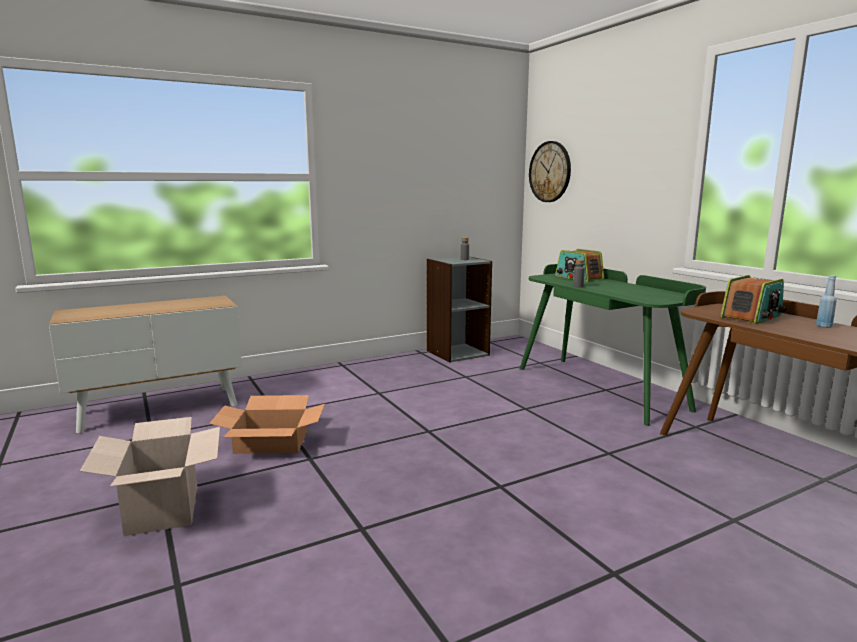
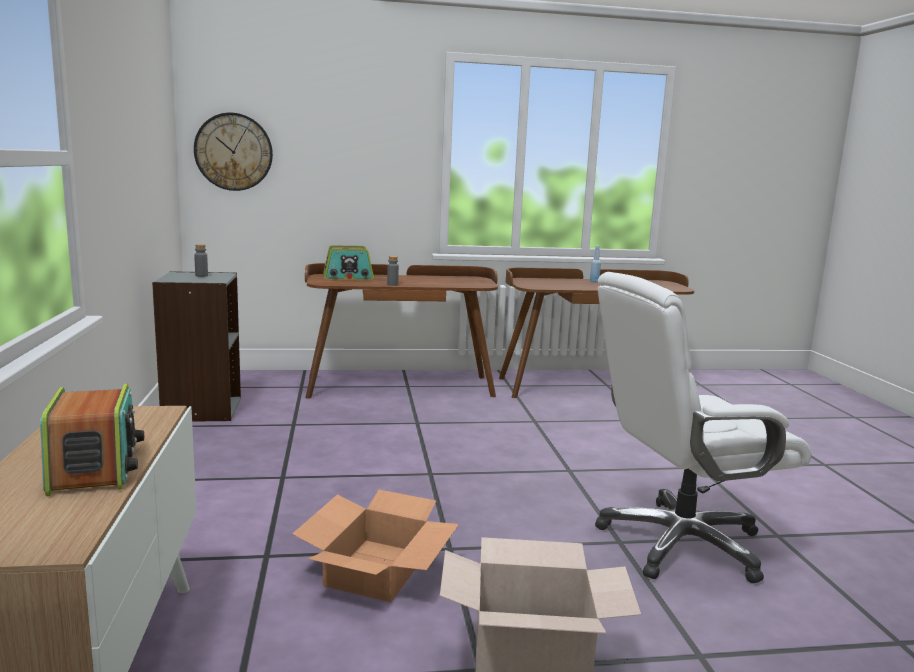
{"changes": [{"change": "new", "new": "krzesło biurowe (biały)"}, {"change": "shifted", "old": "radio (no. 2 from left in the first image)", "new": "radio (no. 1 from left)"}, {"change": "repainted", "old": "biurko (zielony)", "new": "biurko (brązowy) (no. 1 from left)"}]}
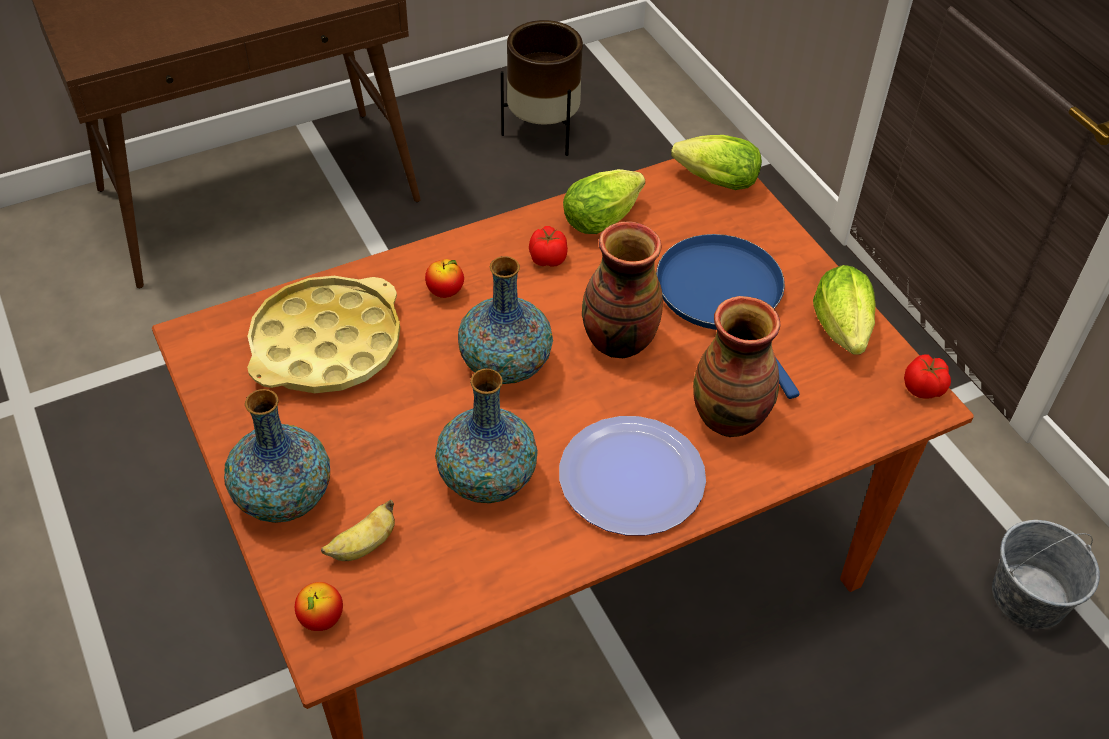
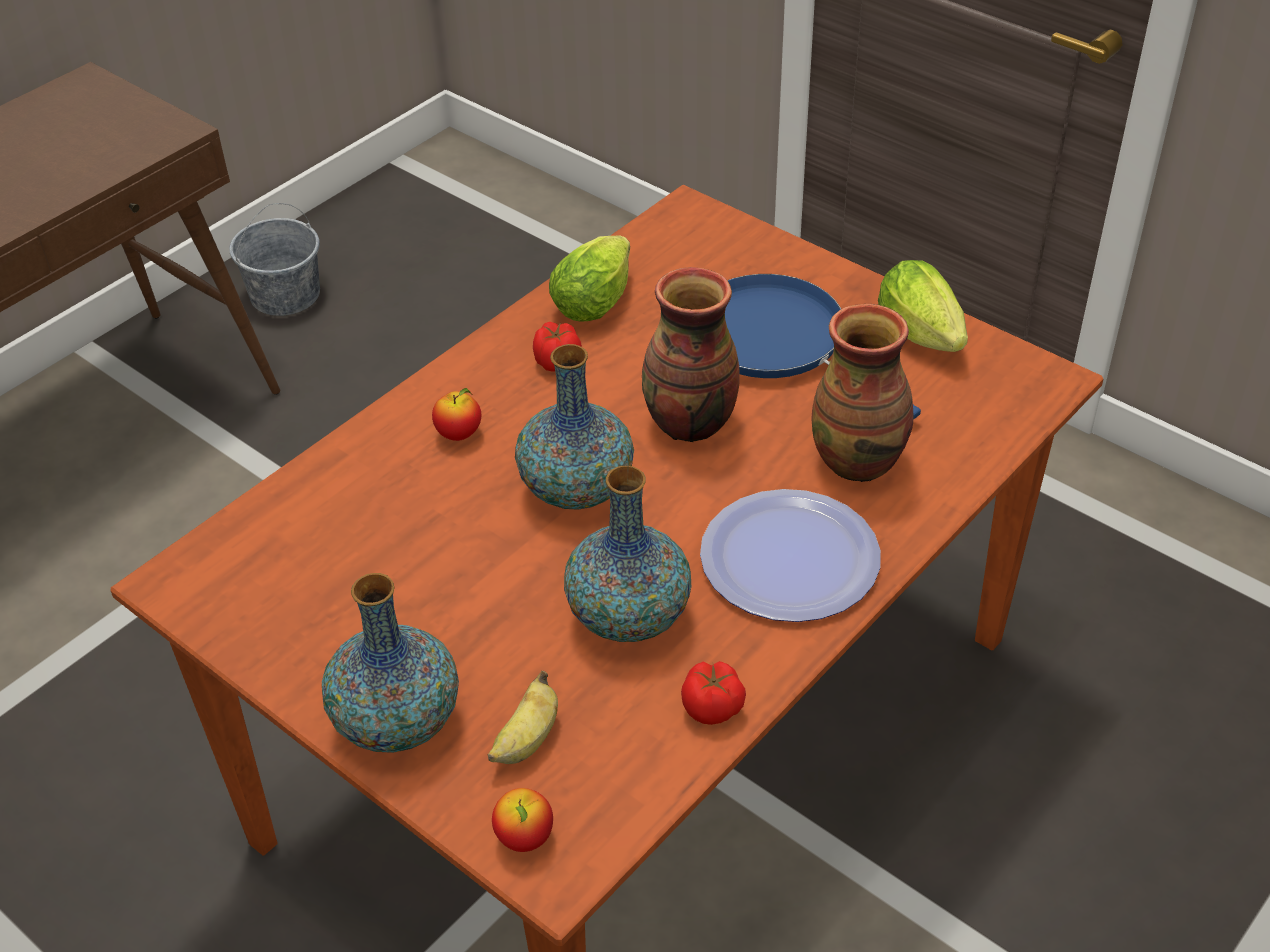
{"changes": [{"change": "gone", "old": "taca (żółty)"}, {"change": "gone", "old": "donica (brązowy)"}, {"change": "gone", "old": "sałata (no. 2 from left)"}, {"change": "shifted", "old": "pomidor (no. 2 from left)"}, {"change": "shifted", "old": "wiadro (szary)"}]}
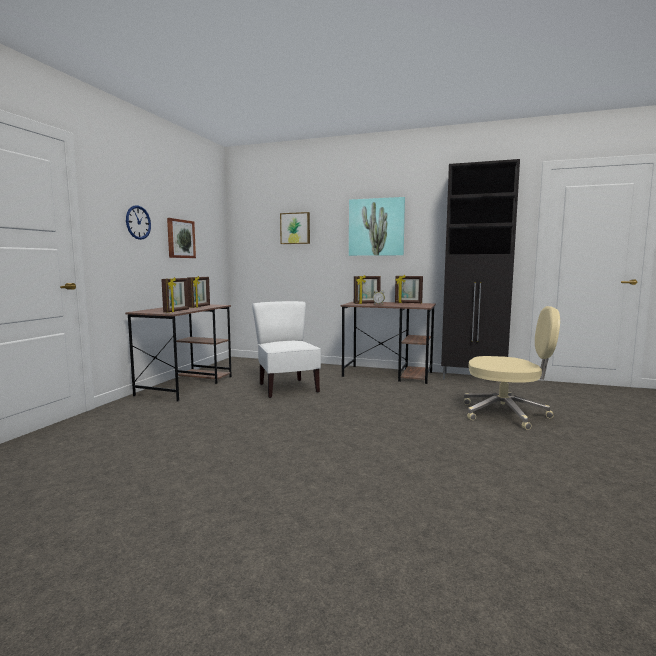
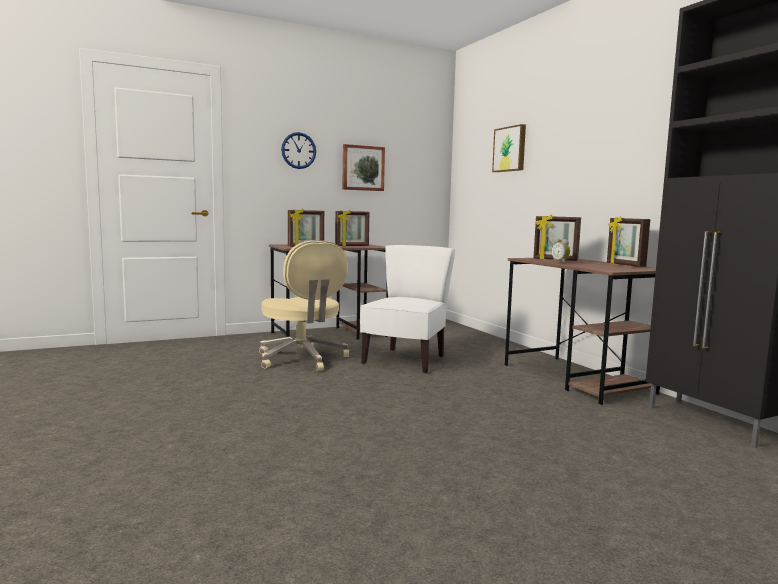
{"changes": [{"change": "gone", "old": "obraz (no. 3 from left)"}, {"change": "shifted", "old": "krzesło biurowe (beżowy)"}]}
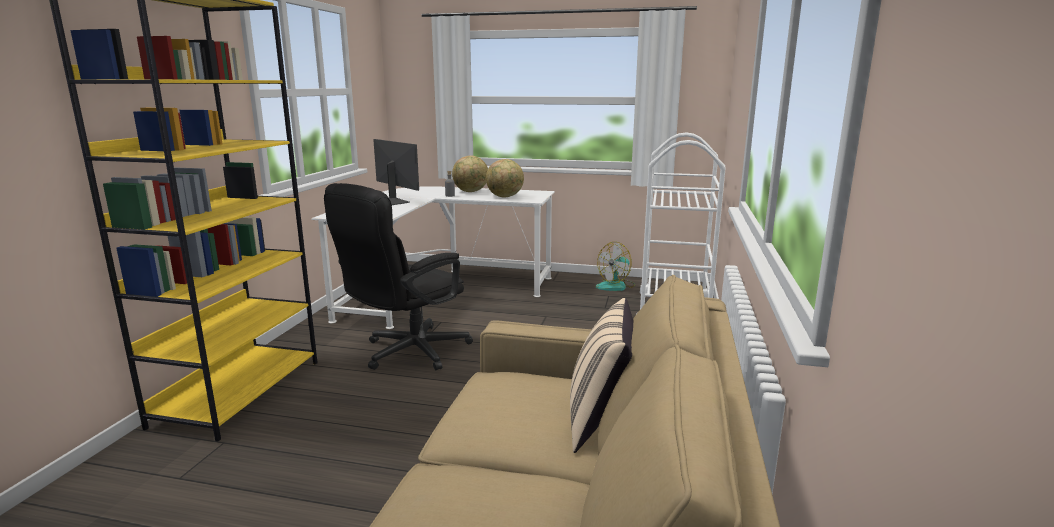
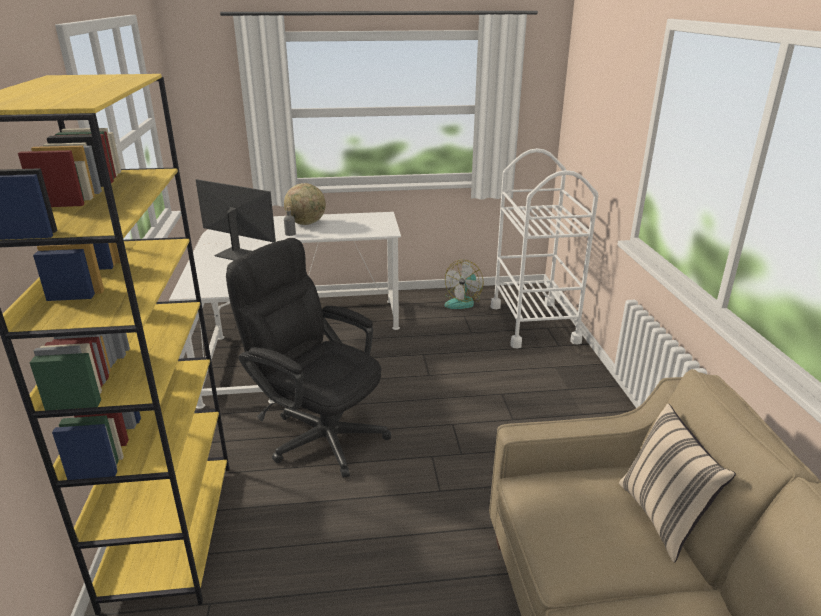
{"changes": [{"change": "gone", "old": "globus (no. 2 from left)"}, {"change": "rotated", "old": "krzesło biurowe (czarny)", "degrees": 105}]}
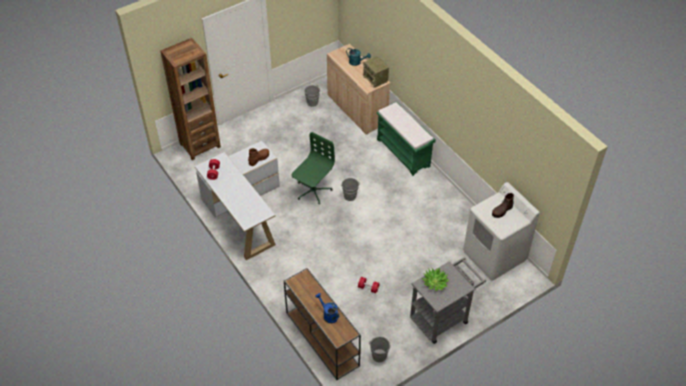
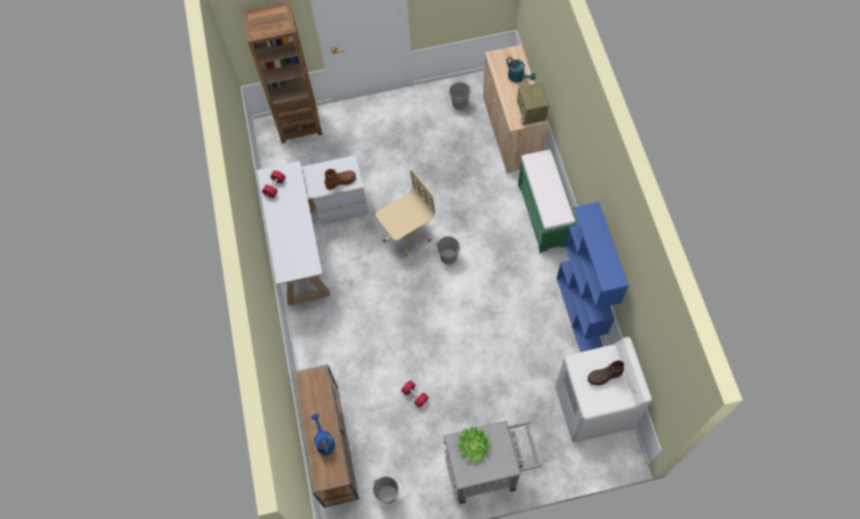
{"changes": [{"change": "new", "new": "regał (niebieski)"}, {"change": "repainted", "old": "krzesło biurowe (zielony)", "new": "krzesło biurowe (beżowy)"}]}
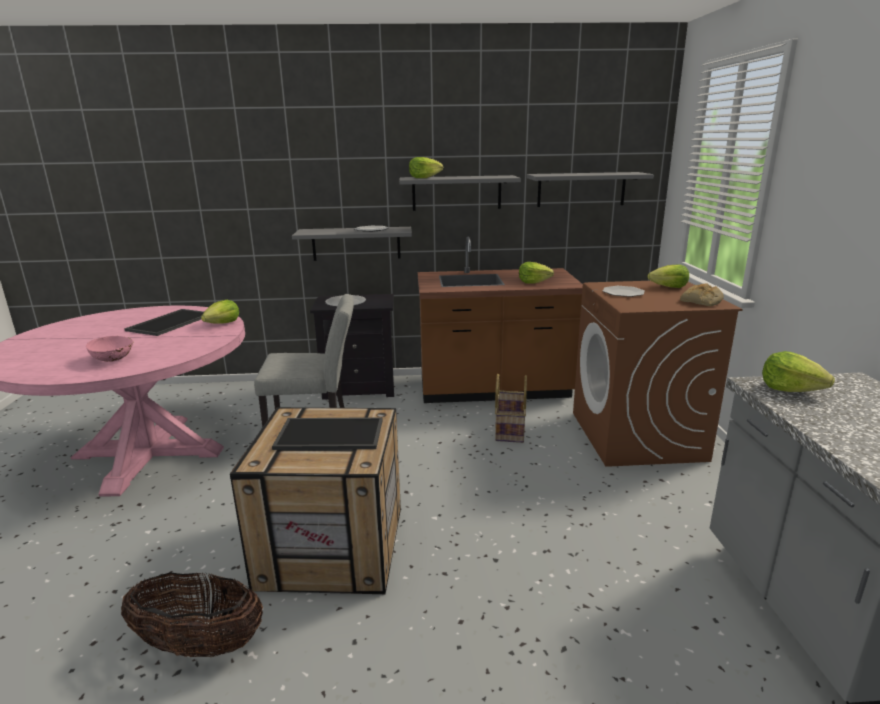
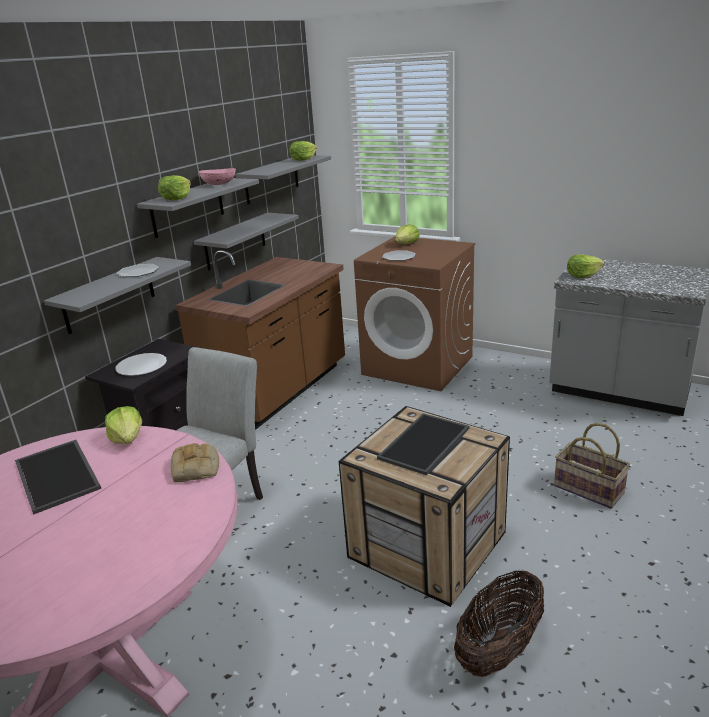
{"changes": [{"change": "new", "new": "półka (szary) (no. 3 from left)"}, {"change": "shifted", "old": "miska (różowy)"}, {"change": "shifted", "old": "koszyk (no. 2 from left)"}, {"change": "shifted", "old": "sałata (no. 3 from left)"}, {"change": "shifted", "old": "chleb"}]}
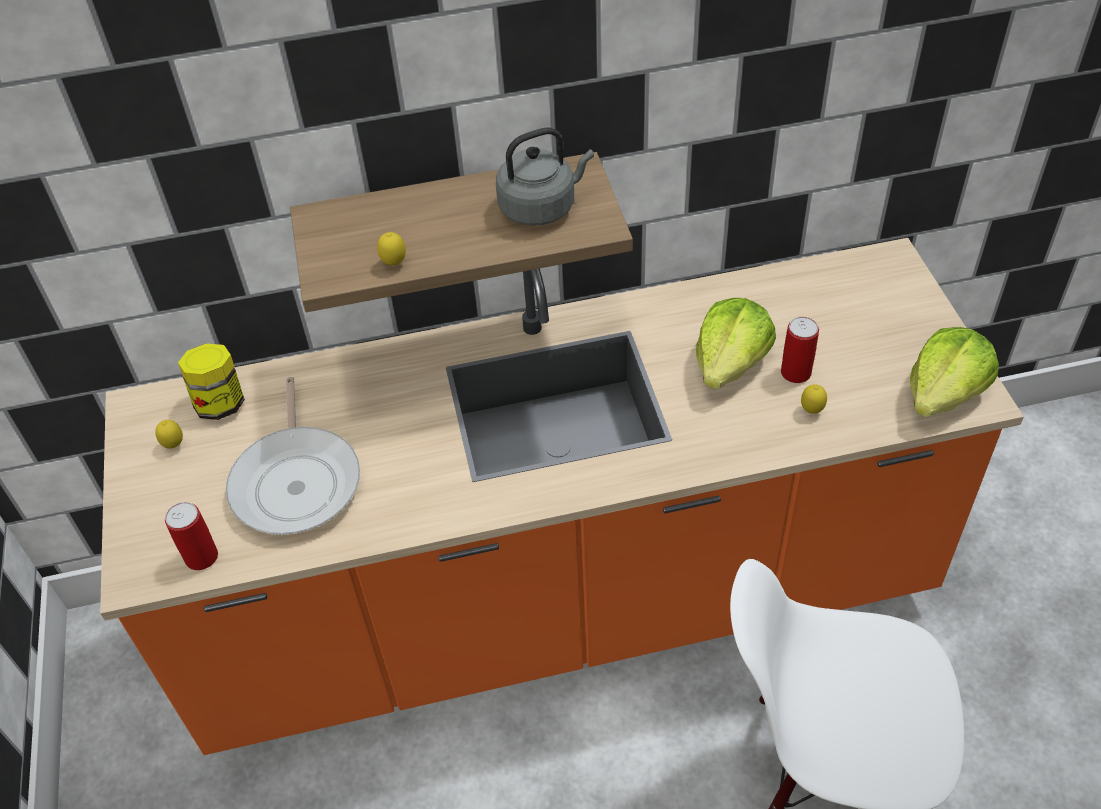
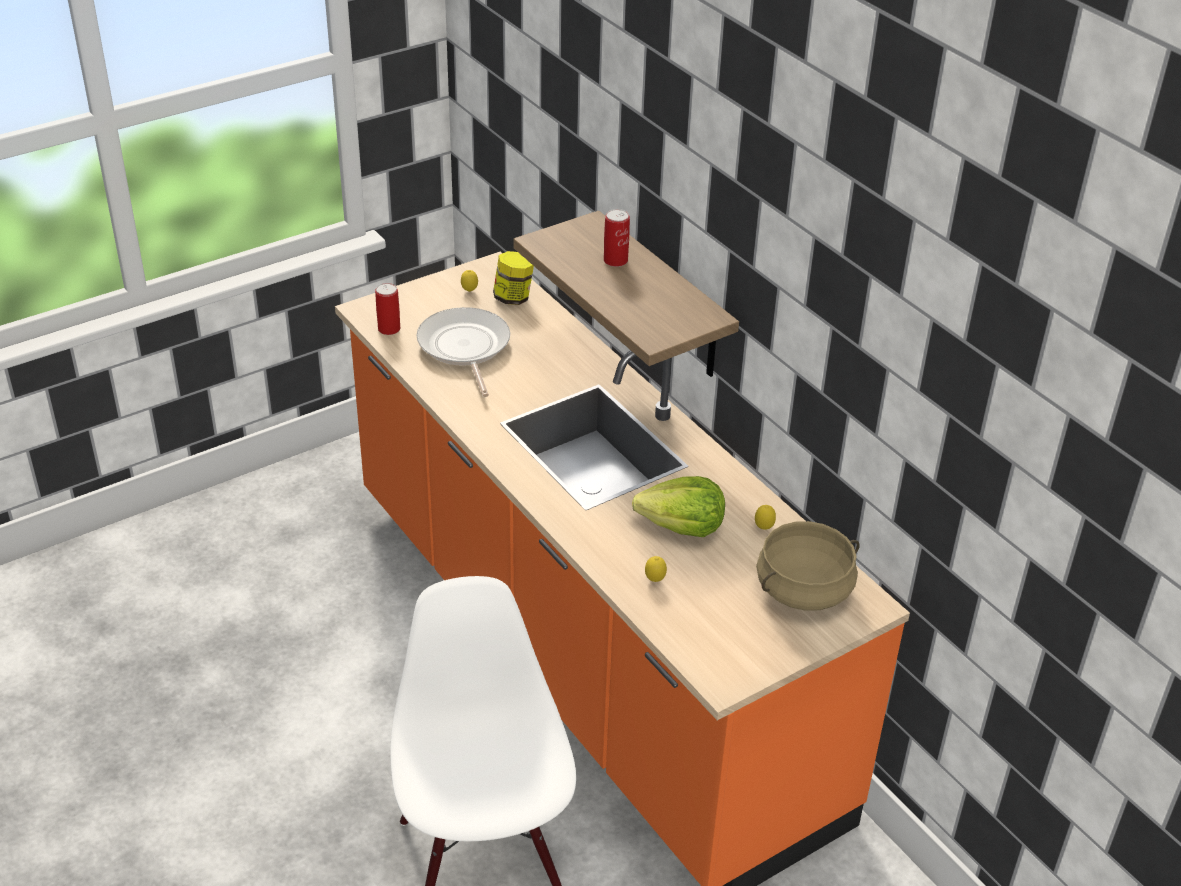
{"changes": [{"change": "gone", "old": "czajnik (szary)"}, {"change": "gone", "old": "sałata (no. 2 from left)"}, {"change": "new", "new": "garnek (beżowy)"}, {"change": "shifted", "old": "cytryna (no. 2 from left in the first image)", "new": "cytryna (no. 3 from left)"}, {"change": "shifted", "old": "puszka (no. 2 from left)"}, {"change": "rotated", "old": "patelnia", "degrees": 105}]}
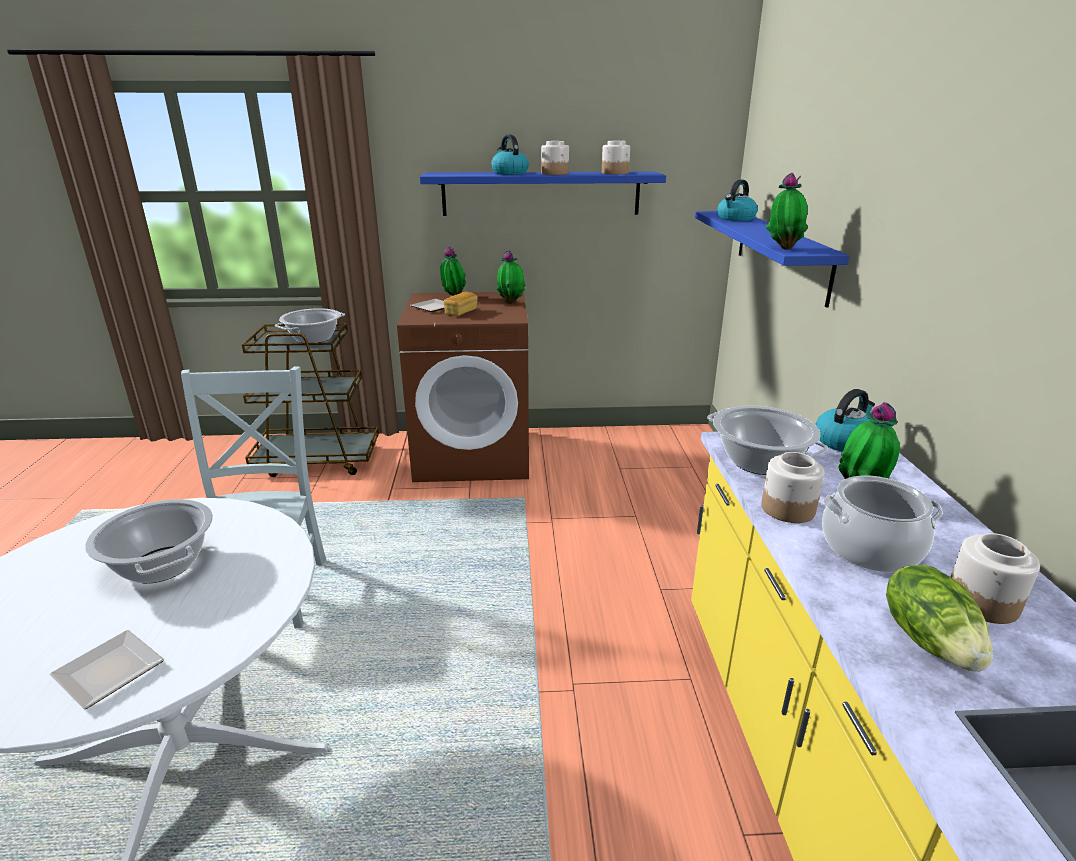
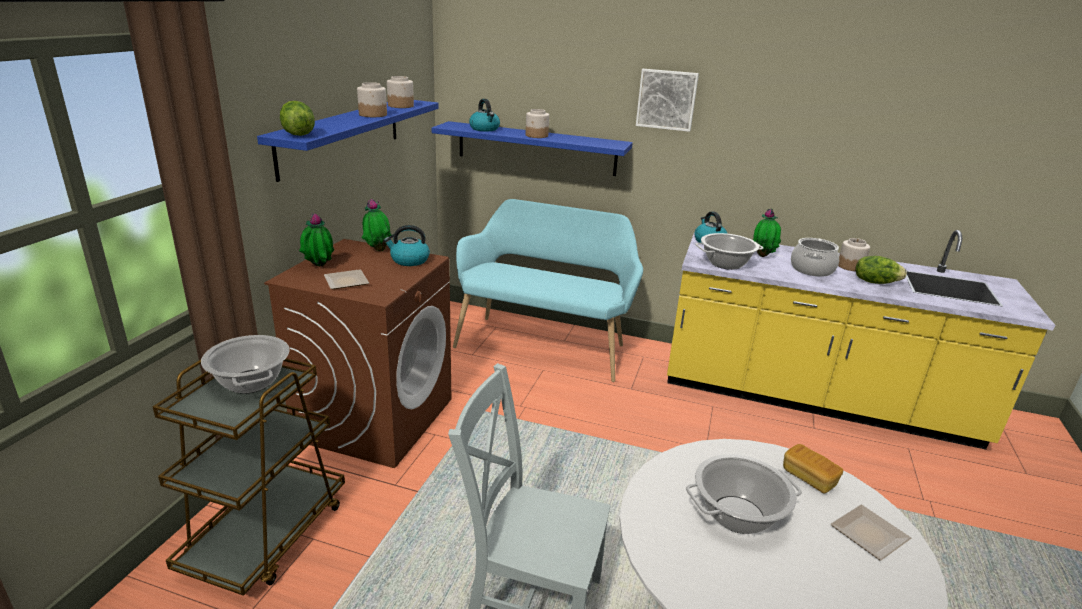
{"changes": [{"change": "gone", "old": "roślina doniczkowa (no. 3 from left)"}, {"change": "new", "new": "sałata (no. 1 from left)"}, {"change": "new", "new": "ławka (turkusowy)"}, {"change": "new", "new": "obraz"}, {"change": "shifted", "old": "chleb"}, {"change": "shifted", "old": "czajnik (no. 1 from left)"}, {"change": "shifted", "old": "słoik (no. 3 from left)"}]}
